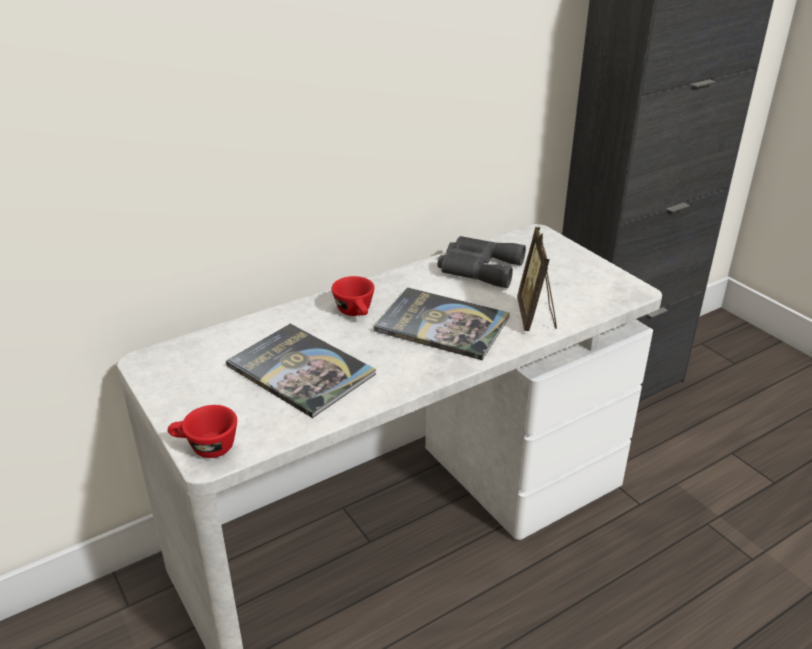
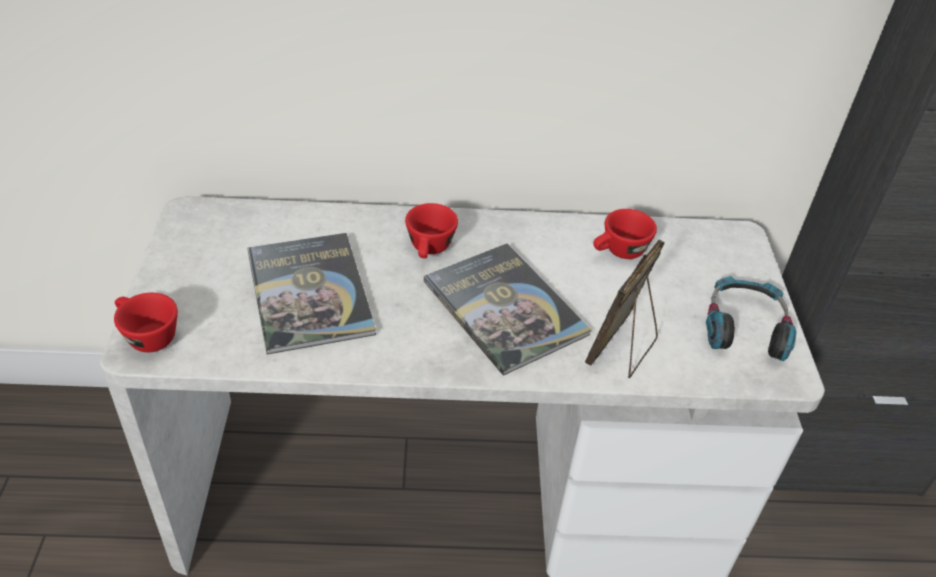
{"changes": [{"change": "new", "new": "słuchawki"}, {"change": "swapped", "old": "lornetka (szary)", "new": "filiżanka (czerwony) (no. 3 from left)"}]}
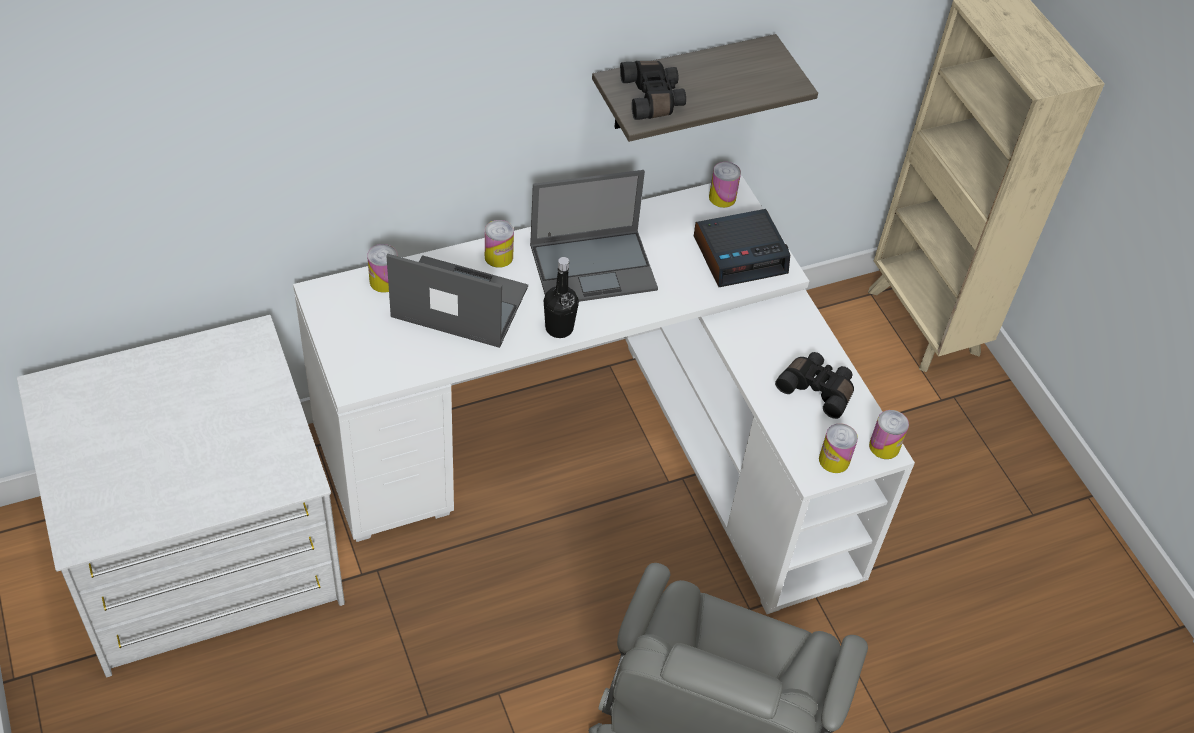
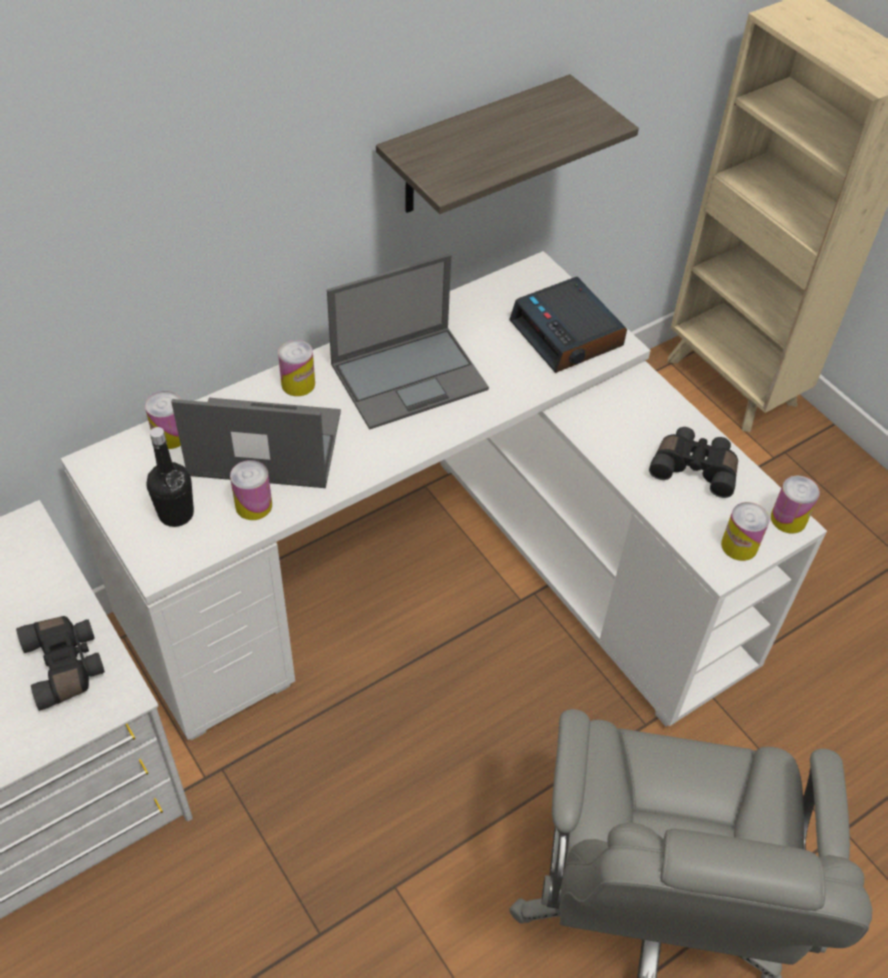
{"changes": [{"change": "shifted", "old": "butelka (czarny)"}, {"change": "shifted", "old": "lornetka (czarny) (no. 1 from left)"}, {"change": "shifted", "old": "puszka (no. 3 from left in the first image)", "new": "puszka (no. 2 from left)"}, {"change": "rotated", "old": "budzik", "degrees": 90}]}
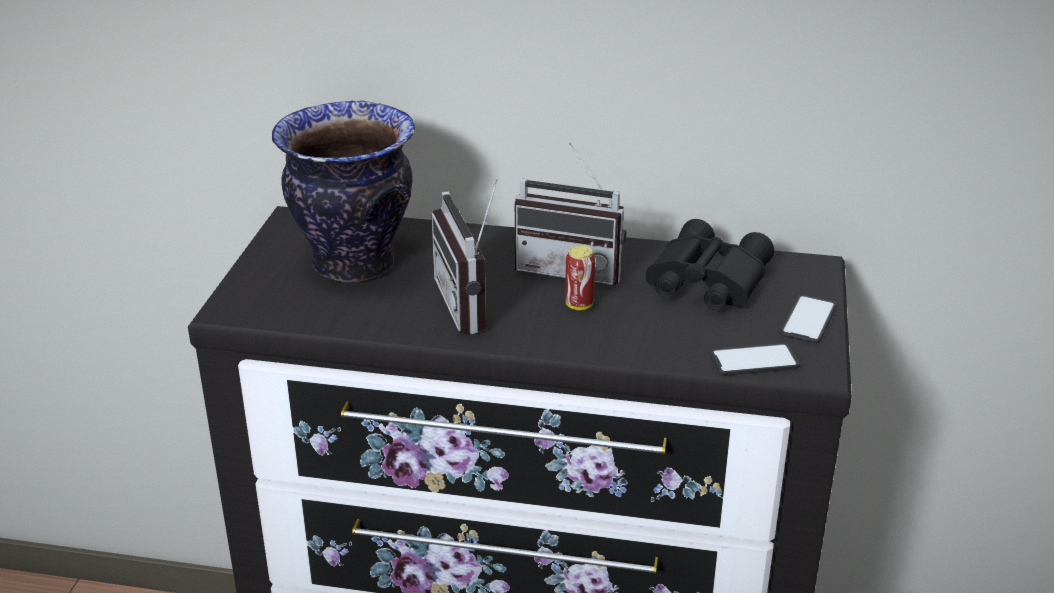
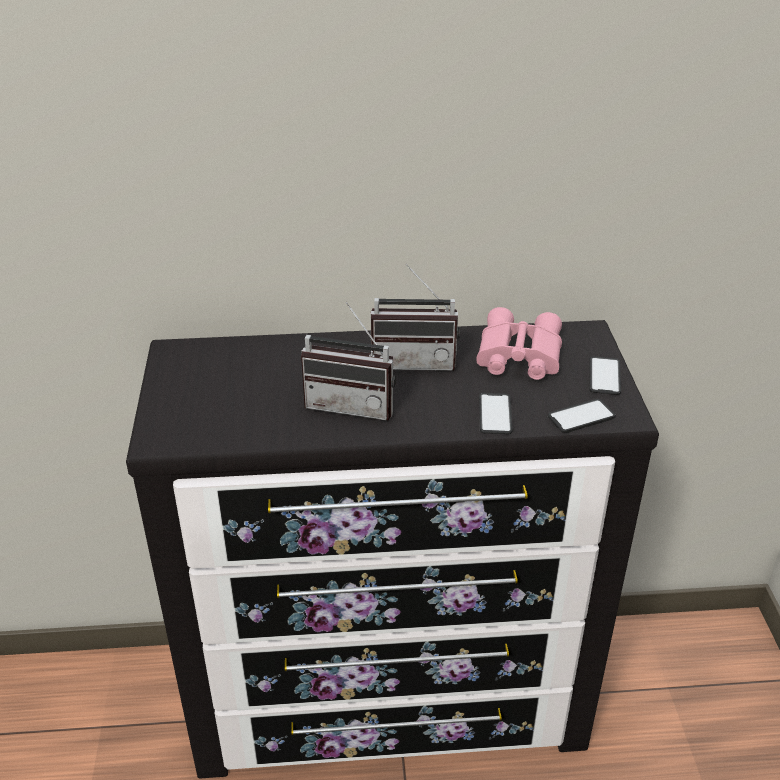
{"changes": [{"change": "gone", "old": "wazon"}, {"change": "gone", "old": "puszka"}, {"change": "new", "new": "telefon (no. 1 from left)"}, {"change": "repainted", "old": "lornetka (czarny)", "new": "lornetka (różowy)"}, {"change": "rotated", "old": "radio (no. 1 from left)", "degrees": -45}]}
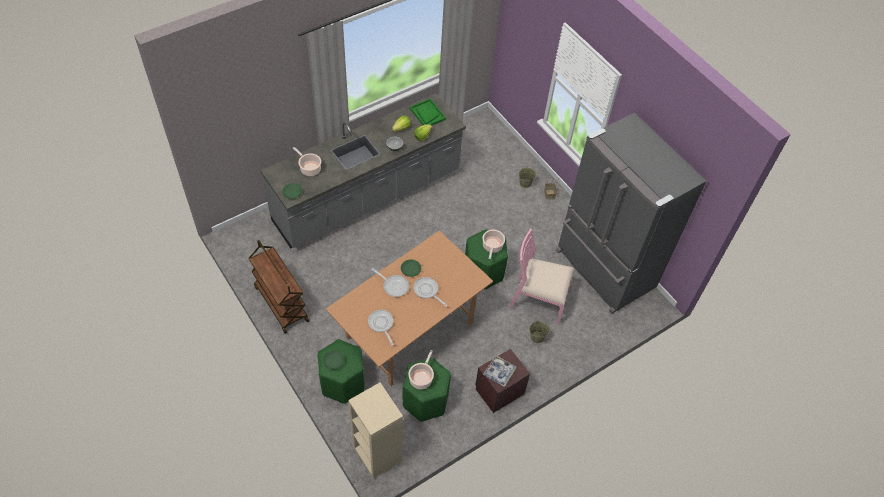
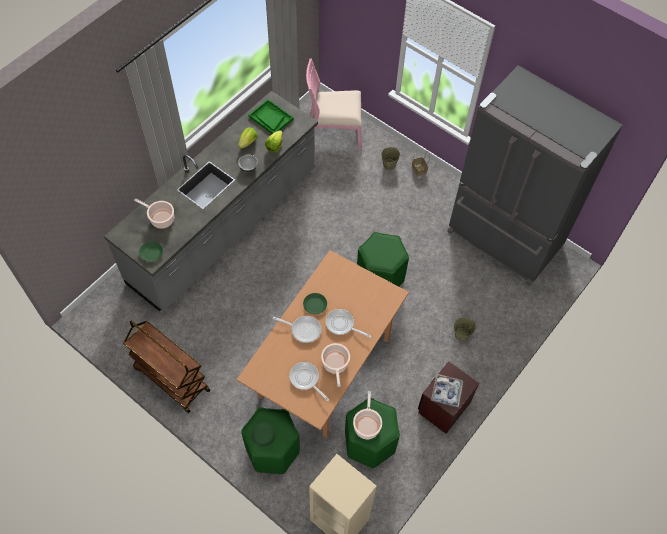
{"changes": [{"change": "shifted", "old": "garnek (no. 3 from left in the first image)", "new": "garnek (no. 2 from left)"}, {"change": "shifted", "old": "krzesło (różowy)"}]}
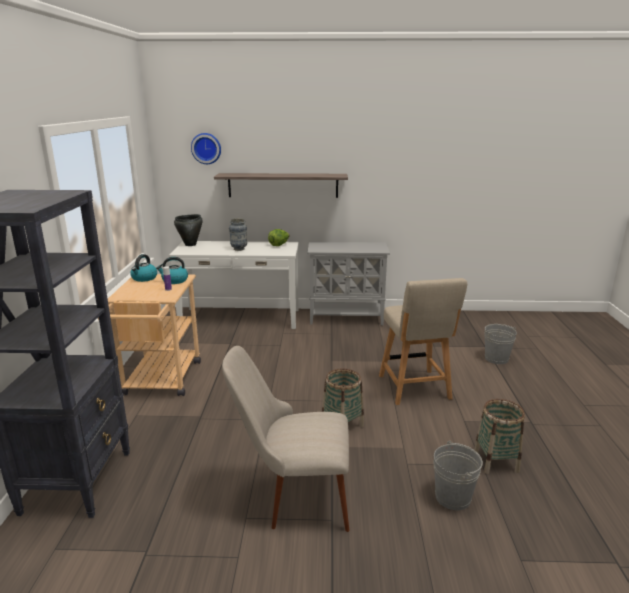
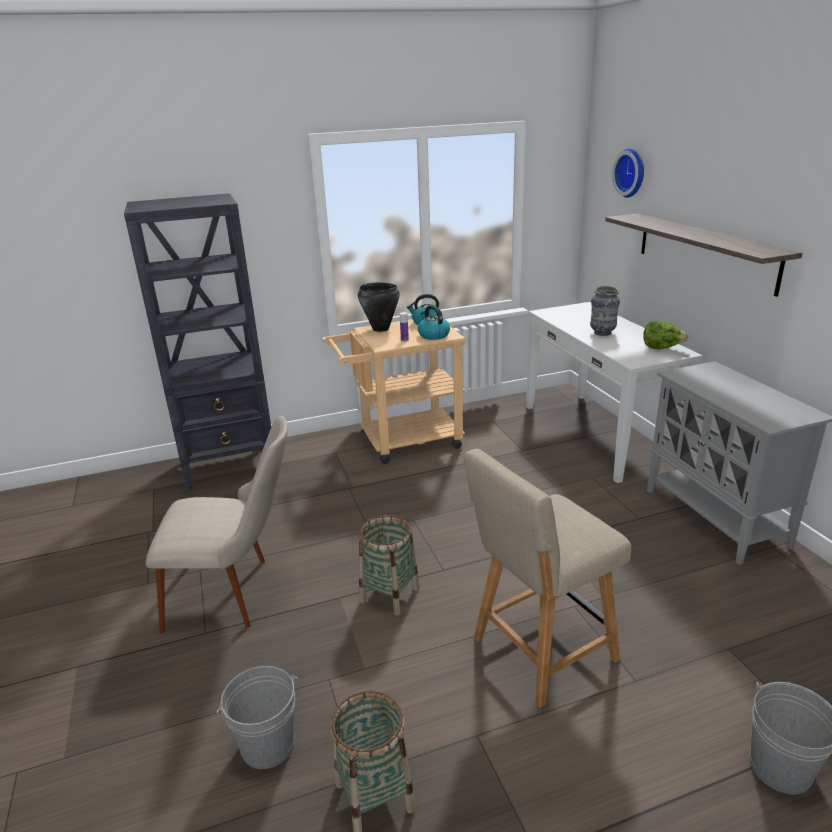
{"changes": [{"change": "shifted", "old": "garnek (czarny)"}, {"change": "rotated", "old": "krzesło (beżowy) (no. 1 from left)", "degrees": 105}]}
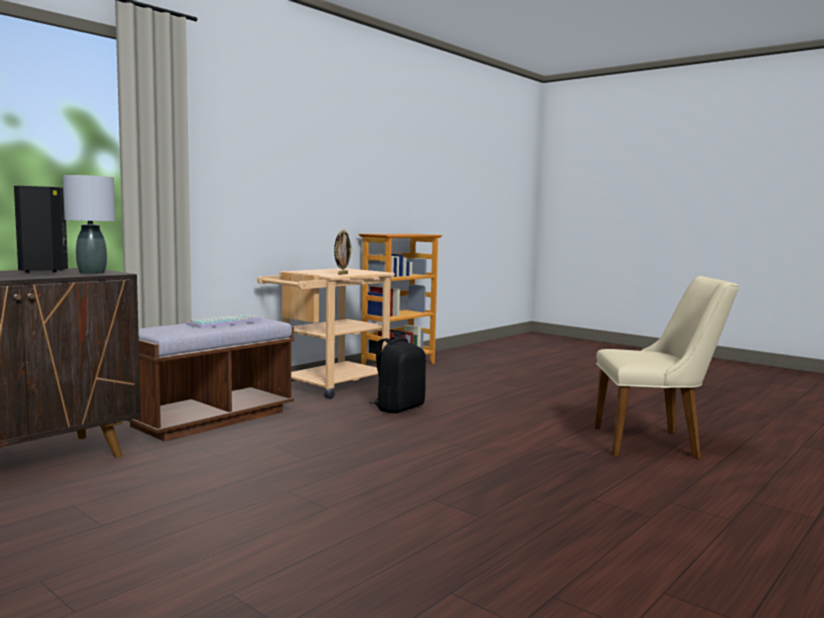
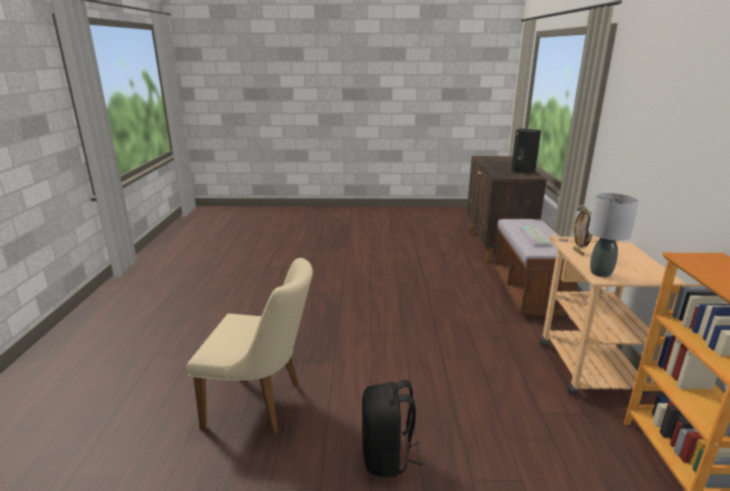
{"changes": [{"change": "shifted", "old": "lampa stołowa (szary)"}, {"change": "shifted", "old": "plecak (czarny)"}, {"change": "rotated", "old": "krzesło (beżowy)", "degrees": -135}]}
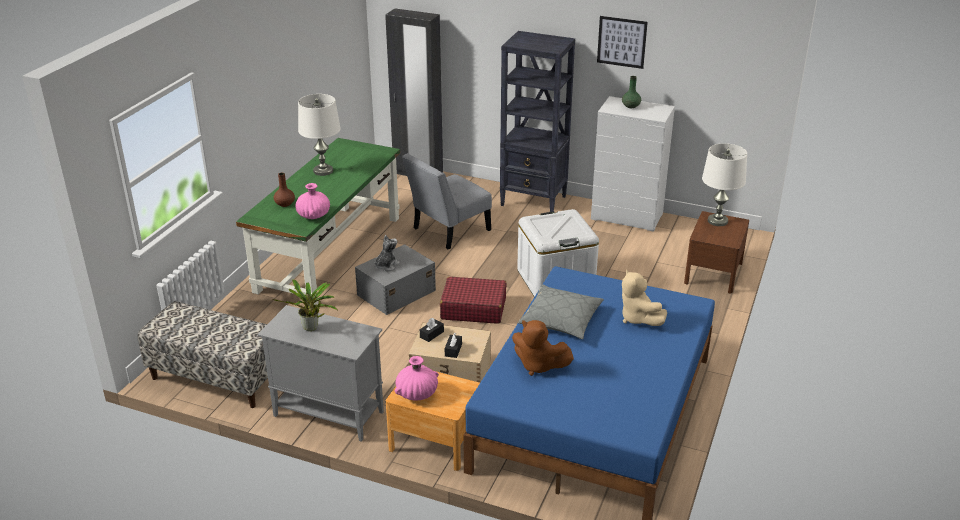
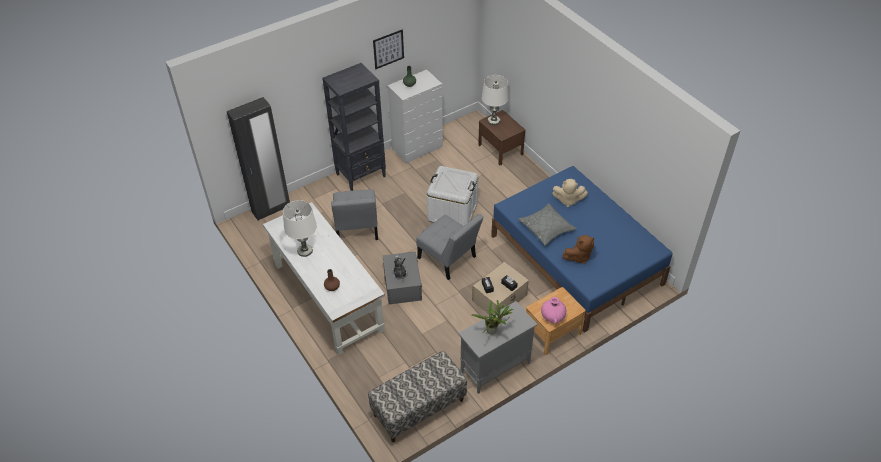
{"changes": [{"change": "gone", "old": "wazon (różowy) (no. 1 from left)"}, {"change": "swapped", "old": "walizka (czerwony)", "new": "krzesło (szary) (no. 2 from left)"}, {"change": "repainted", "old": "biurko (zielony)", "new": "biurko (biały)"}]}
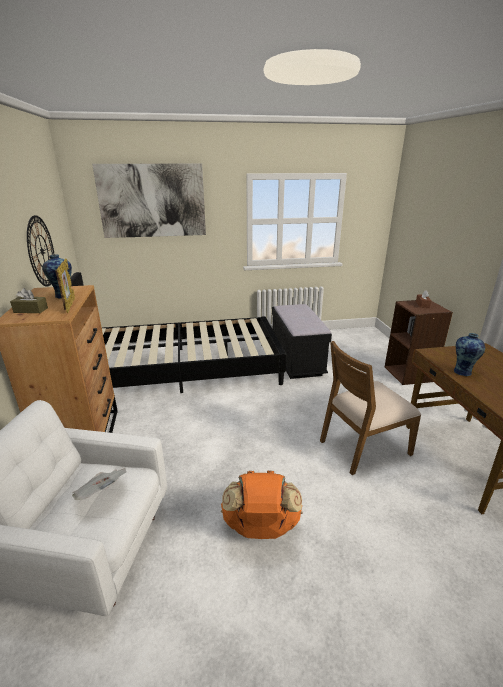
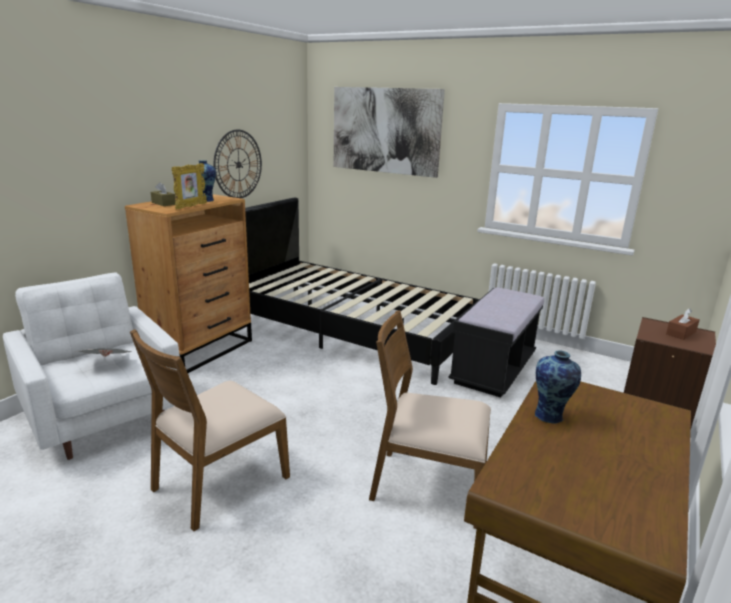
{"changes": [{"change": "swapped", "old": "plecak (pomarańczowy)", "new": "krzesło (brązowy) (no. 1 from left)"}]}
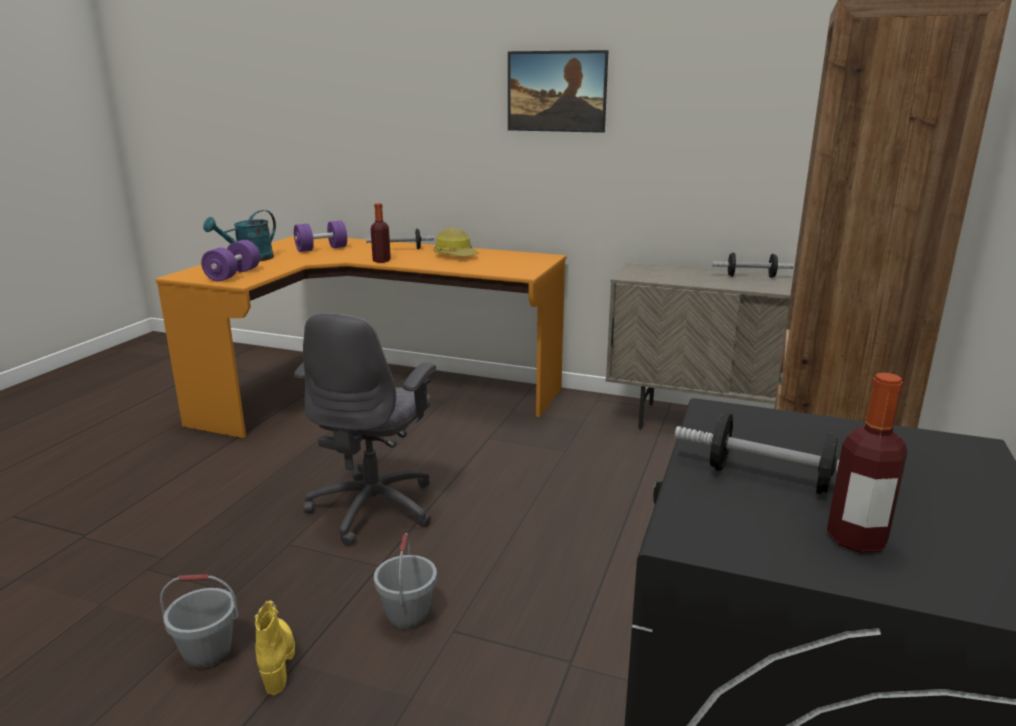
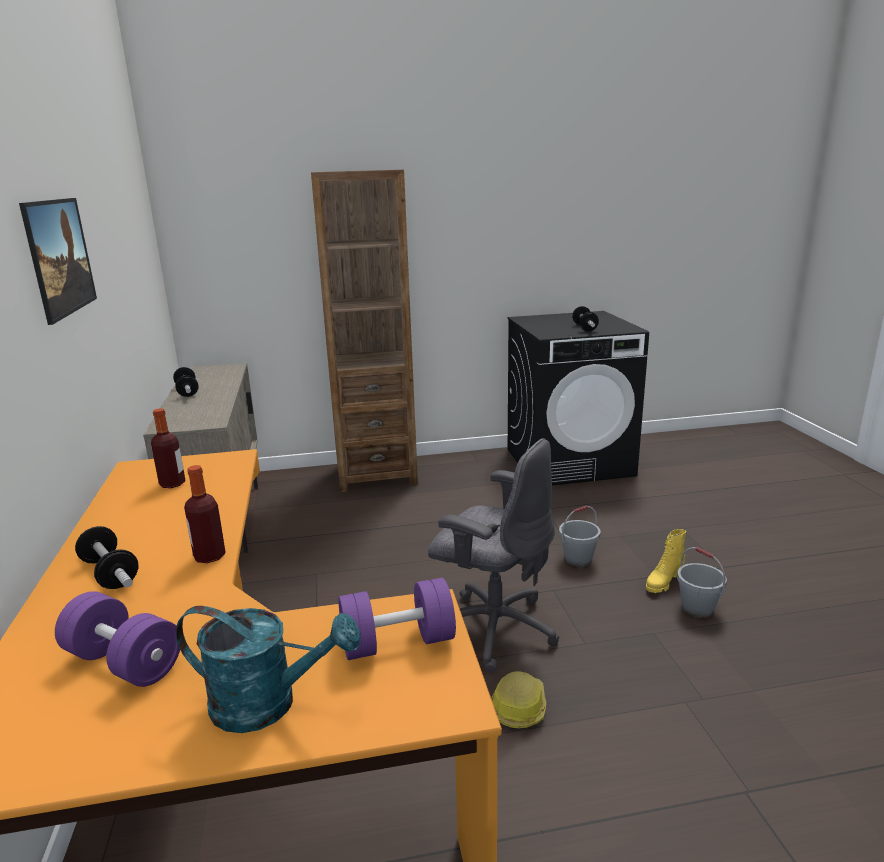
{"changes": [{"change": "shifted", "old": "kask"}, {"change": "shifted", "old": "butelka (no. 2 from left in the first image)", "new": "butelka (no. 1 from left)"}, {"change": "rotated", "old": "krzesło biurowe (szary)", "degrees": 45}]}
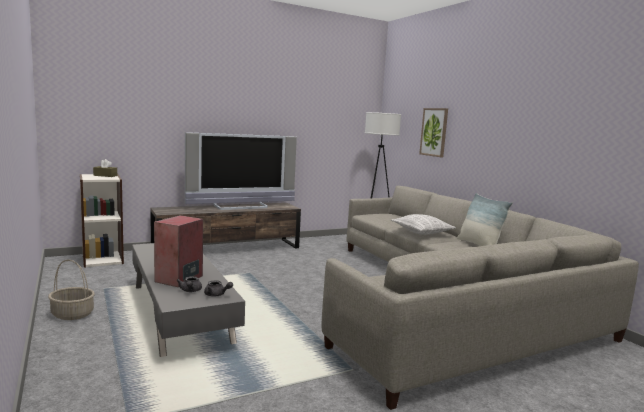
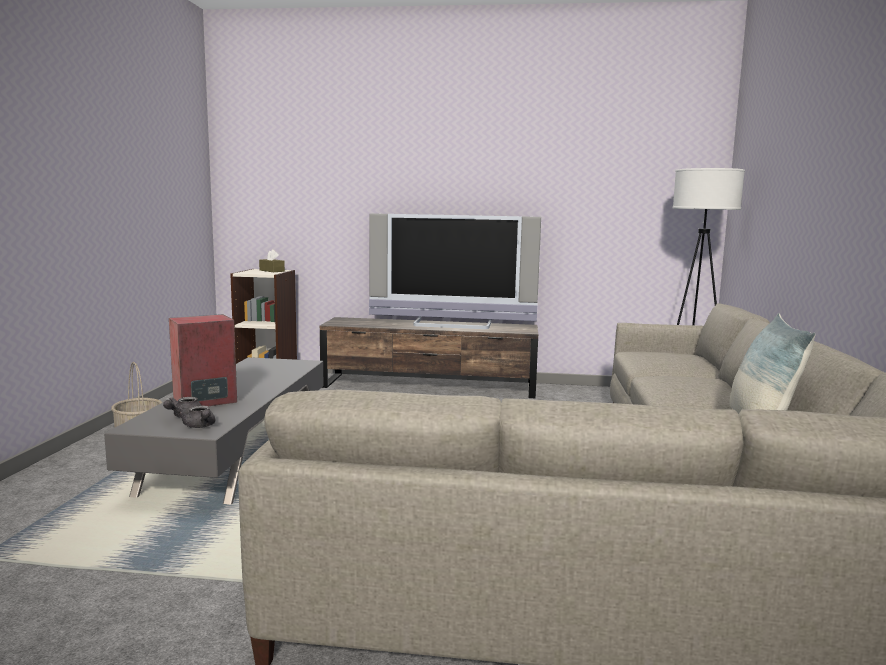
{"changes": [{"change": "gone", "old": "poduszka (no. 1 from left)"}, {"change": "gone", "old": "obraz"}]}
